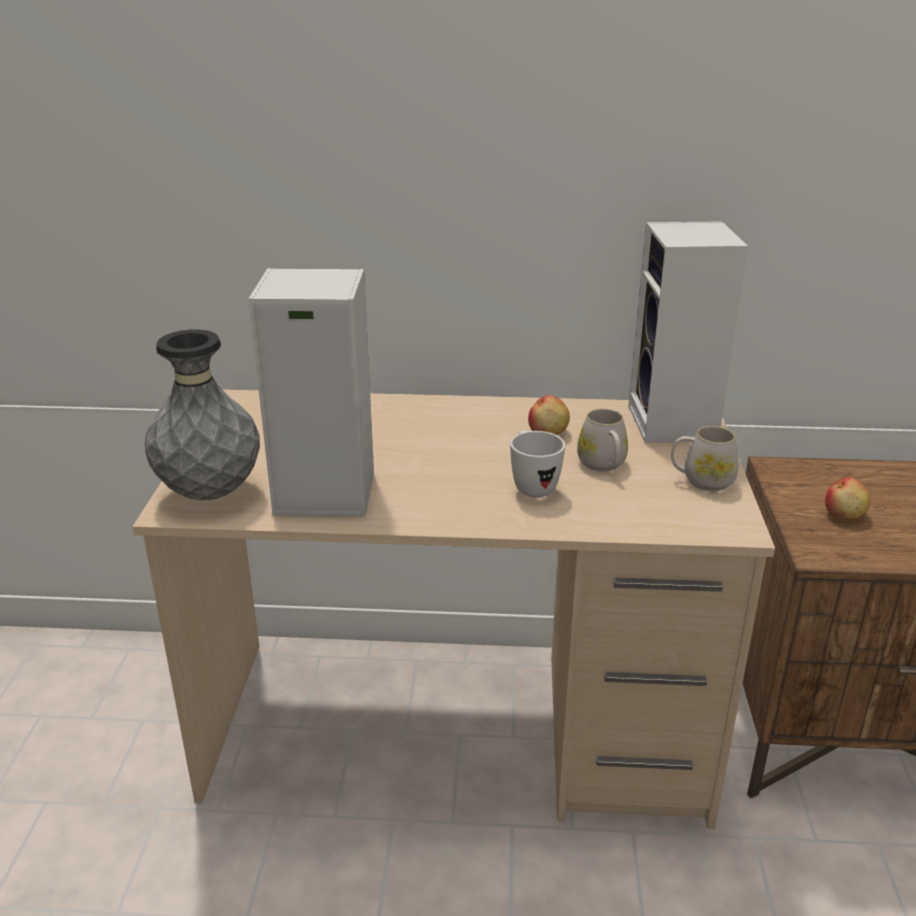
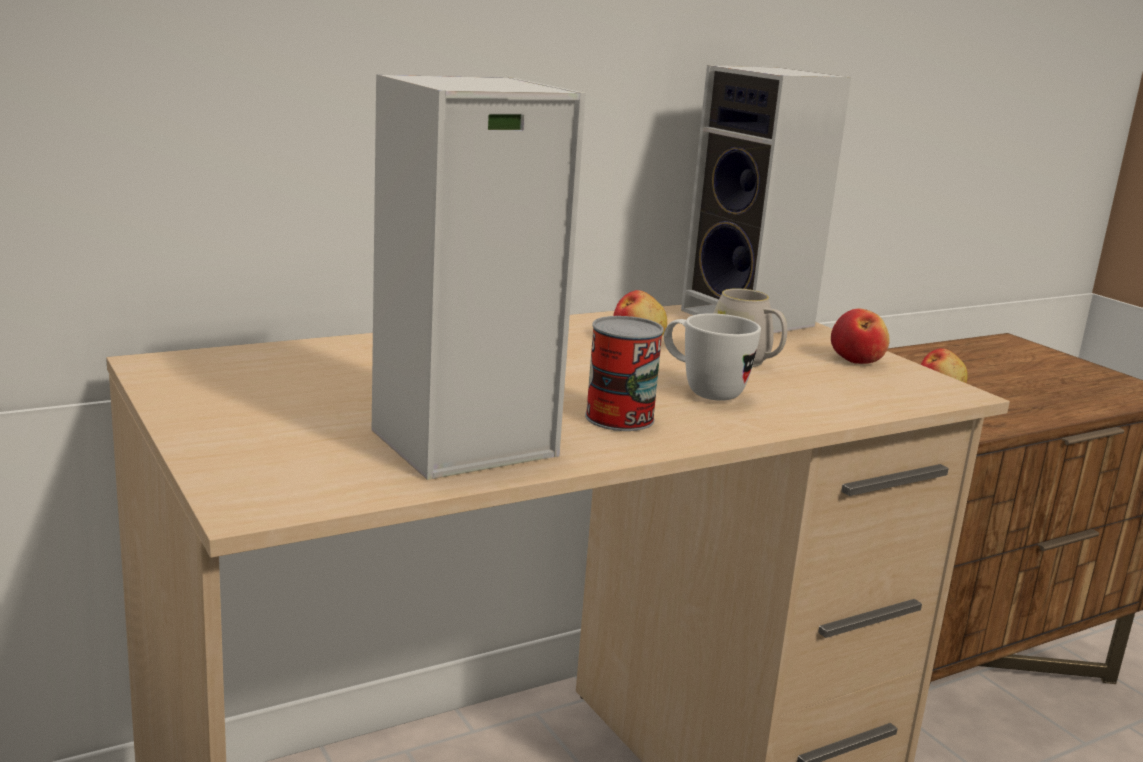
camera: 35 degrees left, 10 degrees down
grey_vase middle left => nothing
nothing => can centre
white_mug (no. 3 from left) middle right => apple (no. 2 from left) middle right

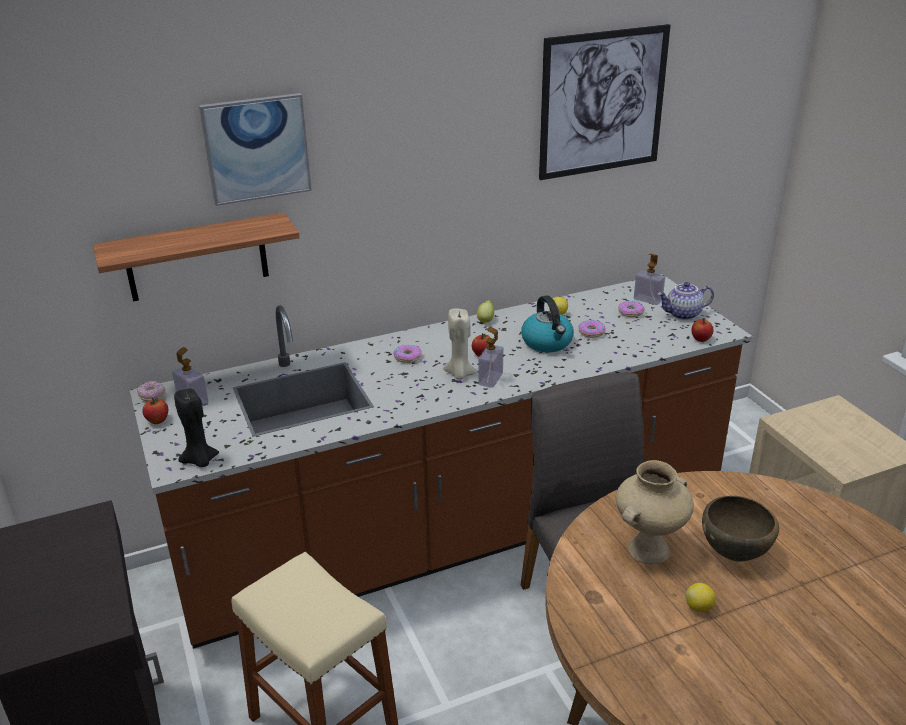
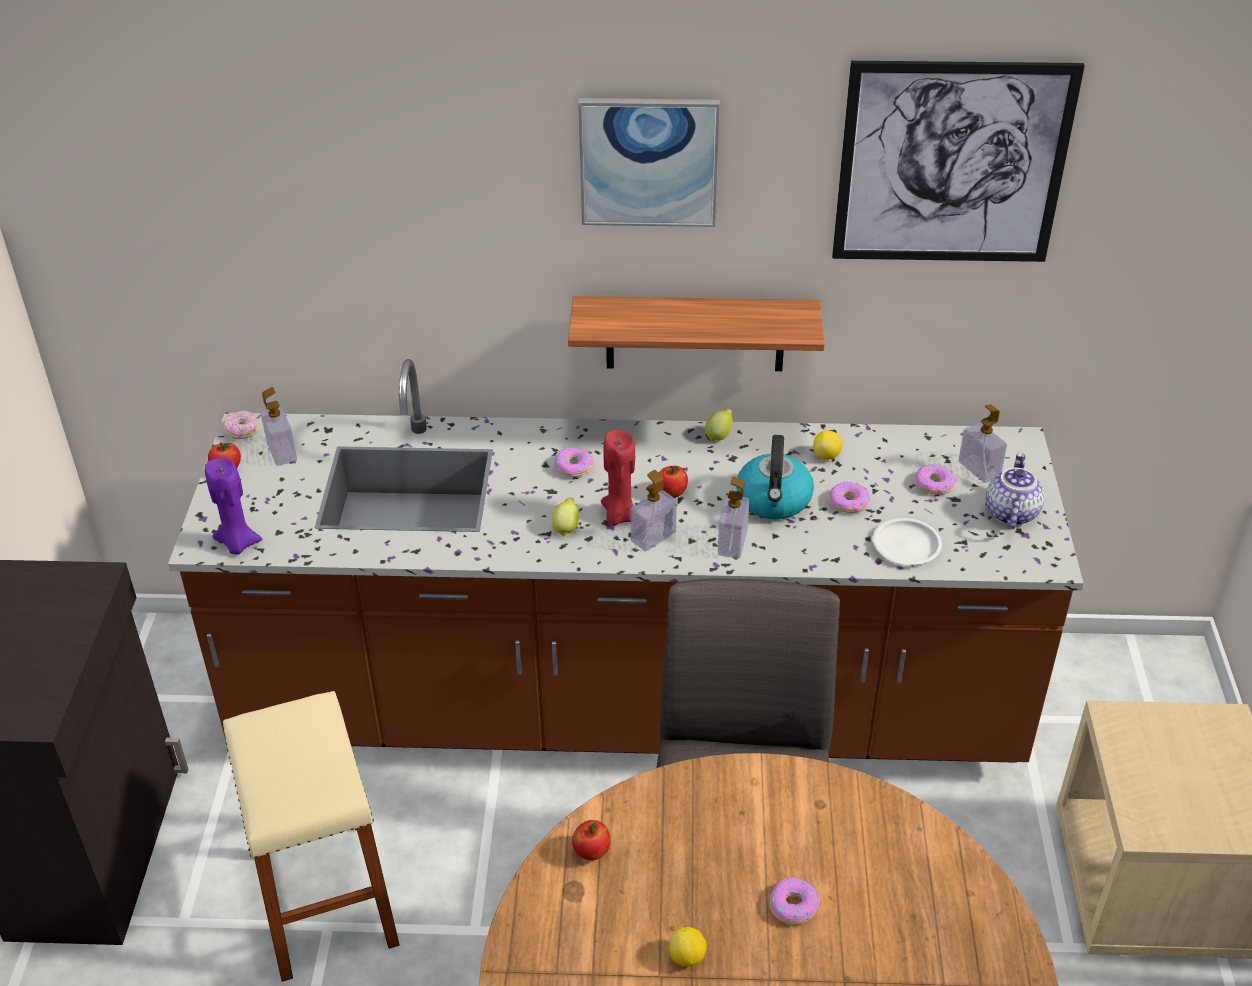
camera: 25 degrees right, 10 degrees up
beige_vase bottom right => nothing
nothing => lemon (no. 1 from left) centre
nothing => soap_dispenser (no. 3 from left) centre
nothing => white_plate middle right
shelf middle left => shelf centre, relocated
picture (no. 1 from left) top left => picture (no. 1 from left) top centre, relocated
apple (no. 3 from left in the first image) middle right => apple (no. 2 from left) bottom centre, relocated
brown_bowl bottom right => donut (no. 3 from left) bottom centre
black_candle middle left => purple_candle middle left
beige_candle centre => red_candle centre
teapot middle right, 90 degrees clockwise

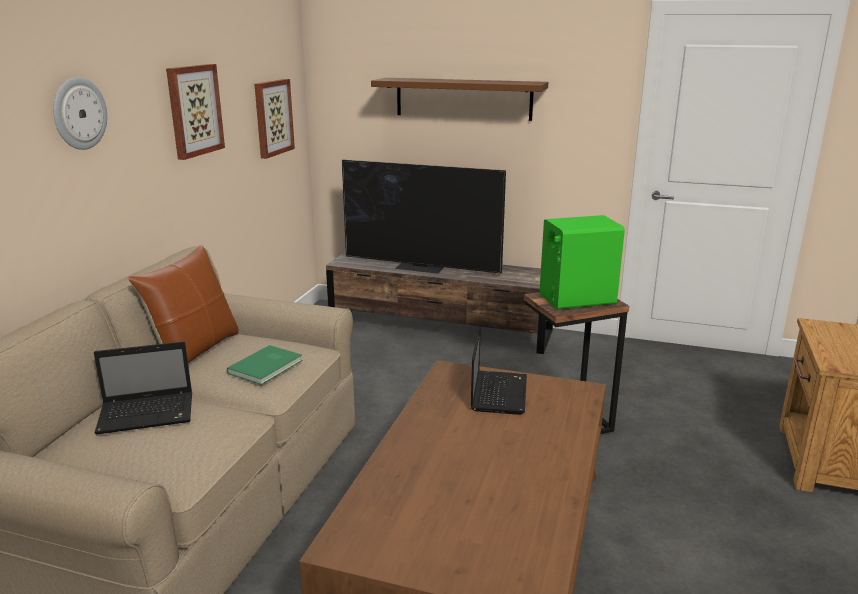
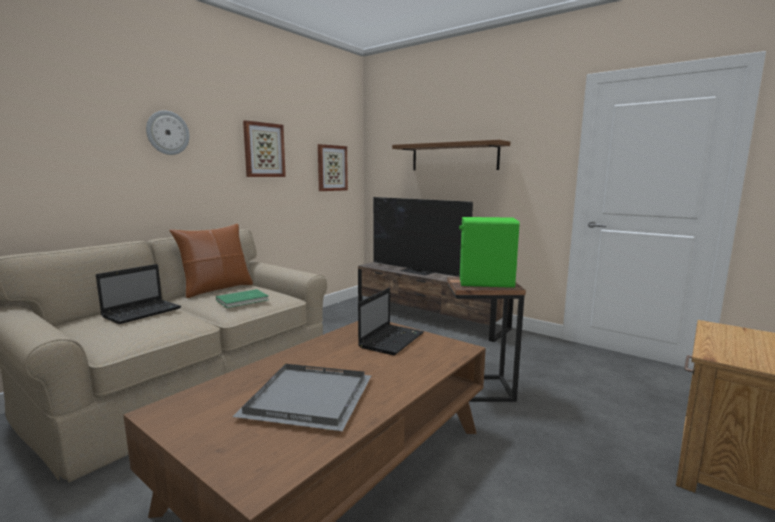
camera: 20 degrees right, 10 degrees down
nothing => grey_tray bottom centre
laptop (no. 1 from left) middle left, 60 degrees counterclockwise

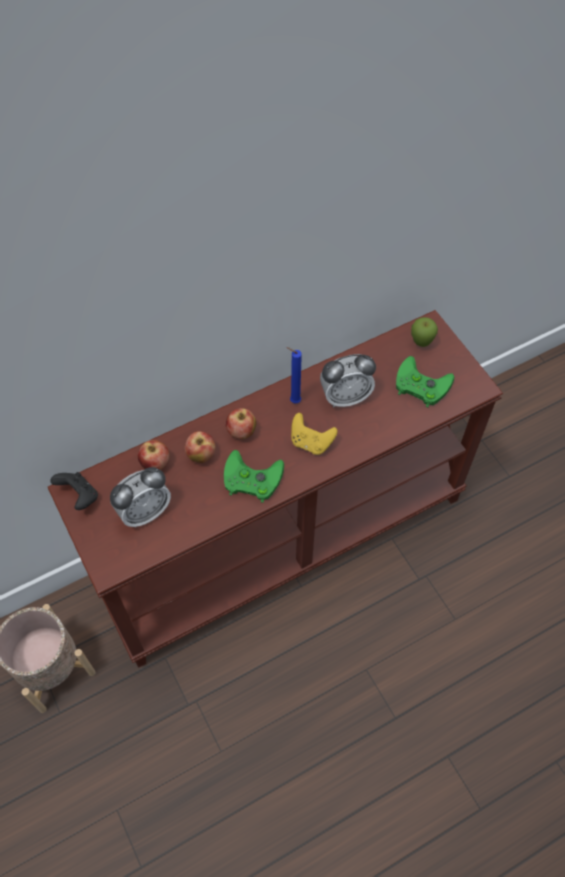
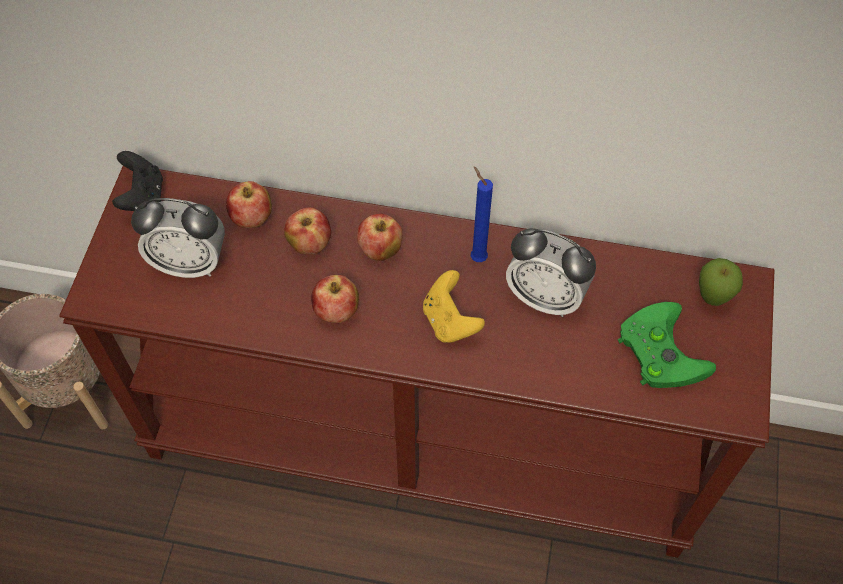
camera: 40 degrees right, 0 degrees up
green_game_controller (no. 1 from left) centre => apple (no. 3 from left) centre

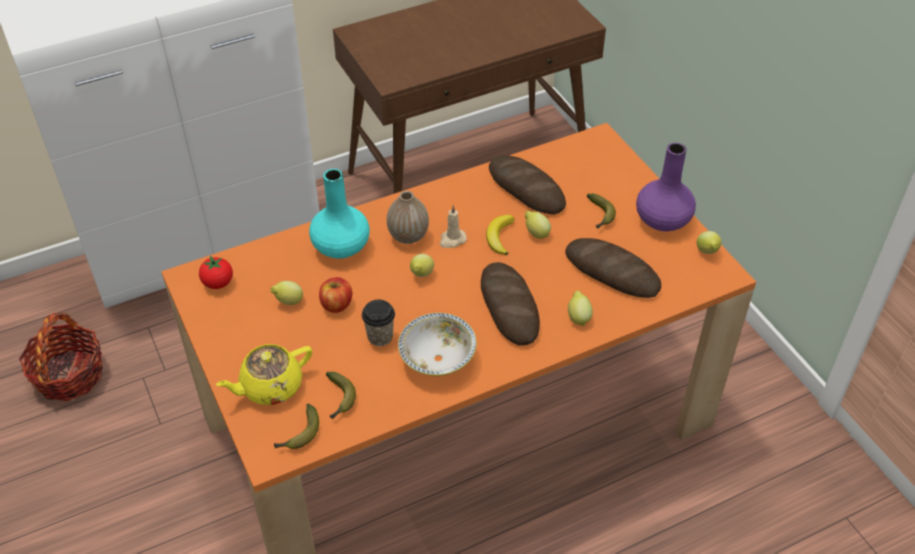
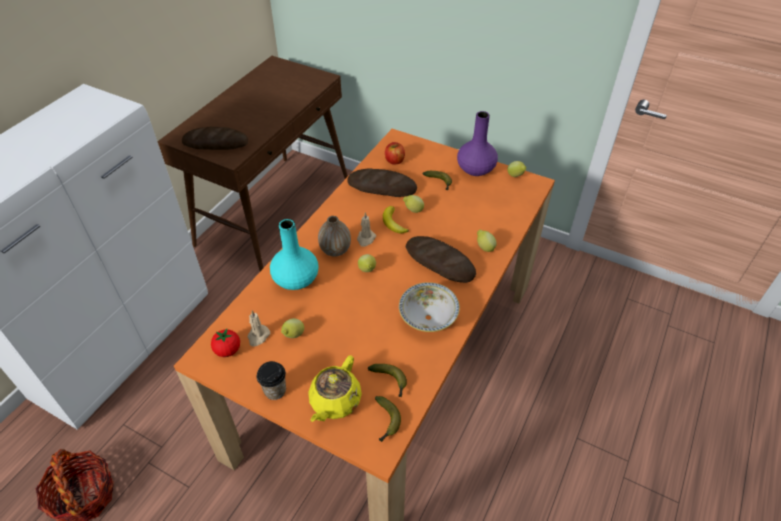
camera: 35 degrees left, 0 degrees up
nothing => beige_candle (no. 1 from left) middle left
apple centre => apple top centre, relocated
cup centre => cup bottom centre, relocated
bread (no. 3 from left in the first image) middle right => bread (no. 1 from left) top left, relocated

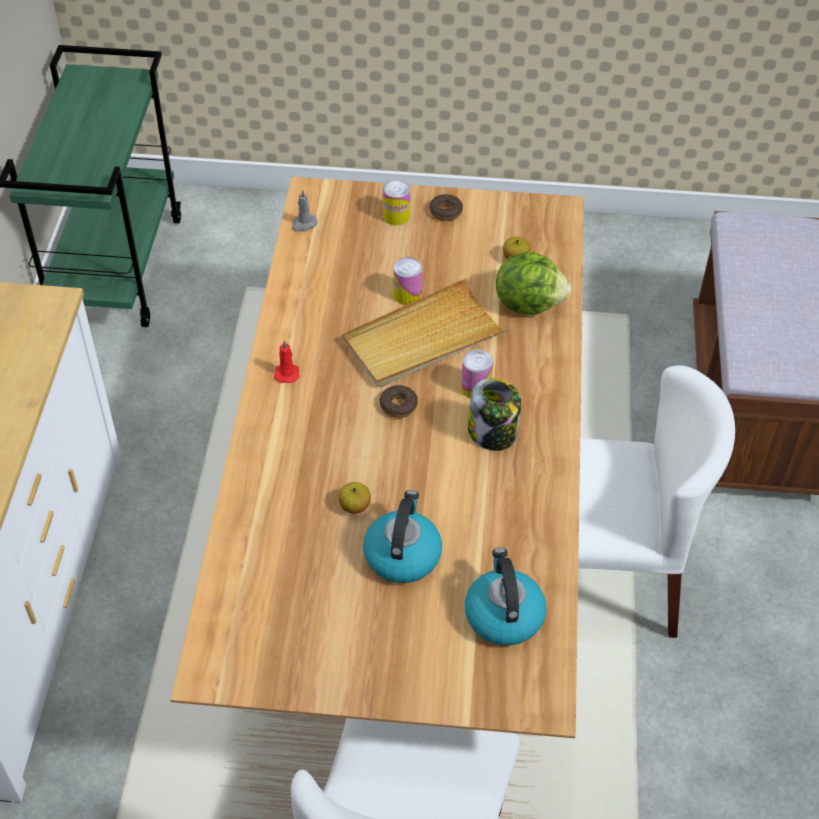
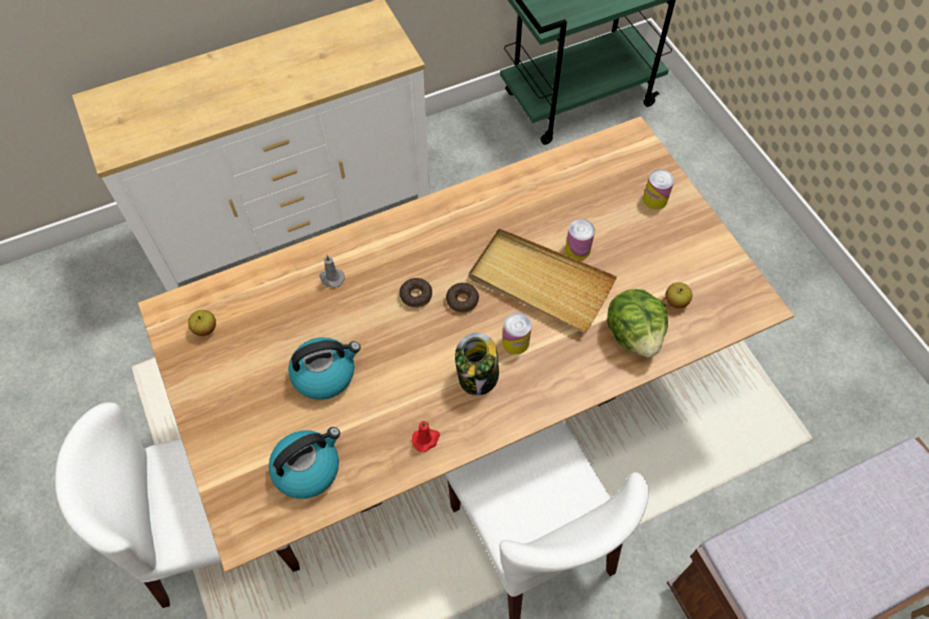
camera: 60 degrees right, 10 degrees up
red_candle centre => red_candle bottom centre, relocated
grey_candle top centre => grey_candle centre, relocated
apple (no. 1 from left) centre => apple (no. 1 from left) middle left, relocated
donut (no. 2 from left in the first image) top centre => donut (no. 1 from left) centre, relocated

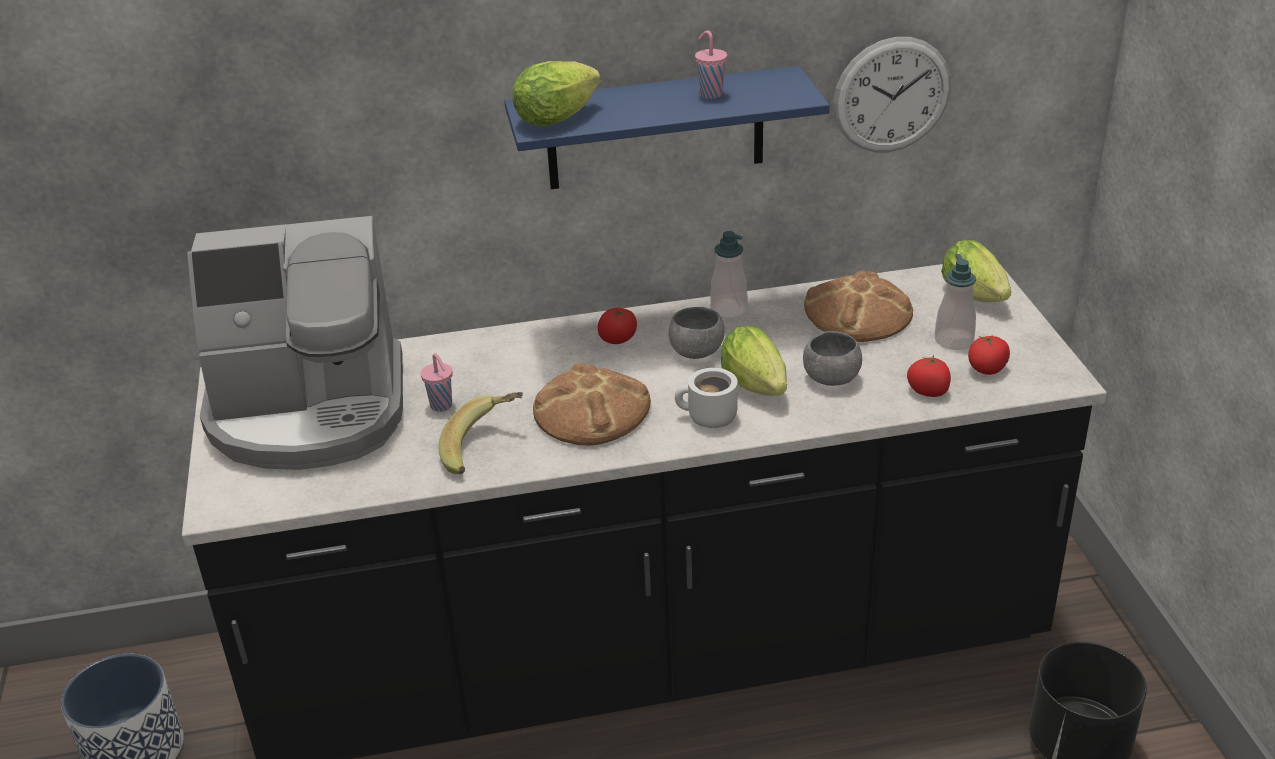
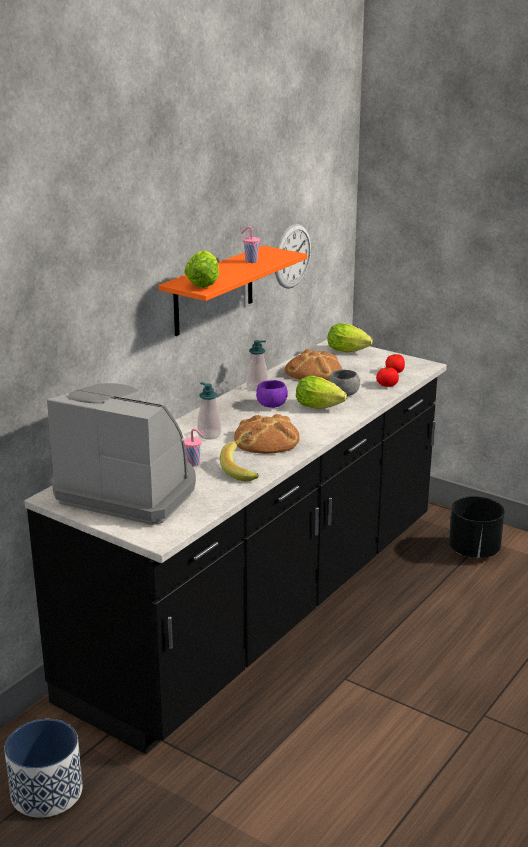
camera: 45 degrees left, 10 degrees down
tomato (no. 1 from left) centre => nothing
white_mug centre => nothing
soap_dispenser (no. 2 from left in the first image) middle right => soap_dispenser (no. 1 from left) centre, relocated
blue_shelf top centre => orange_shelf centre
grey_bowl (no. 1 from left) centre => purple_bowl centre
coffee_machine middle left, 105 degrees counterclockwise

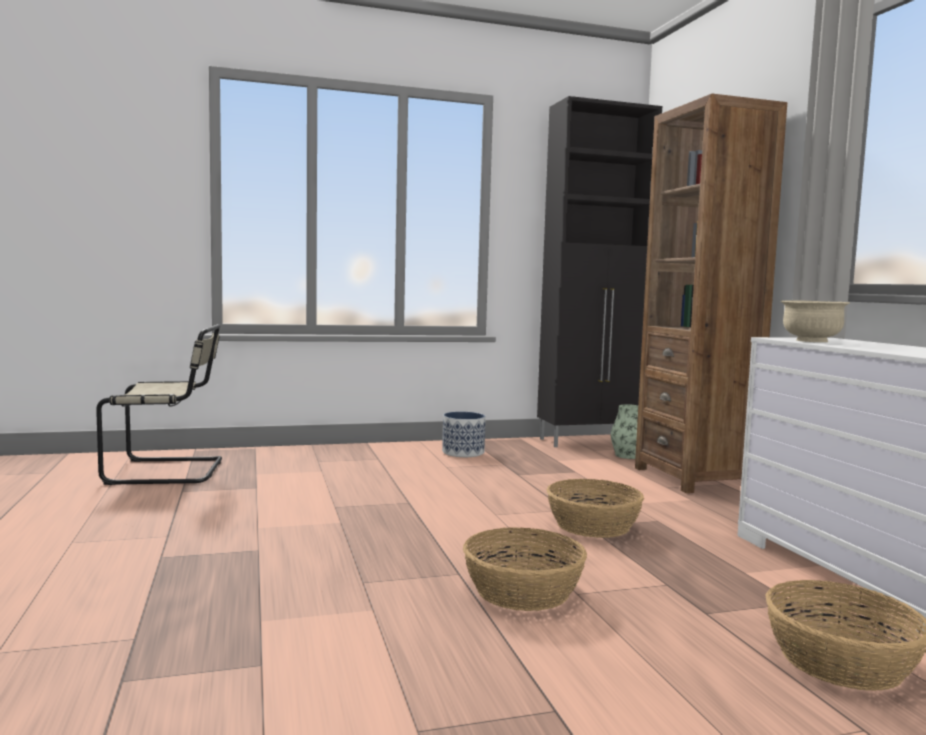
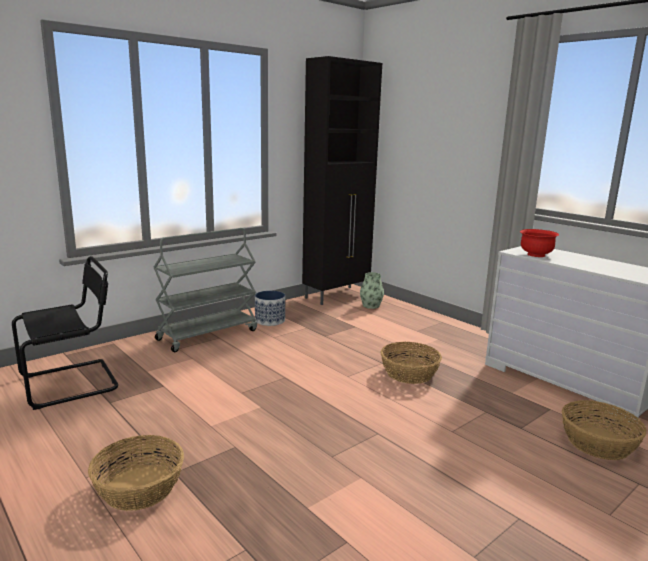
camera: 25 degrees left, 10 degrees up
brown_bookcase middle right => nothing
nothing => grey_cart middle left
basket (no. 1 from left) bottom centre => basket (no. 1 from left) bottom left, relocated
beige_chair middle left => black_chair middle left
beige_bowl middle right => red_bowl middle right

